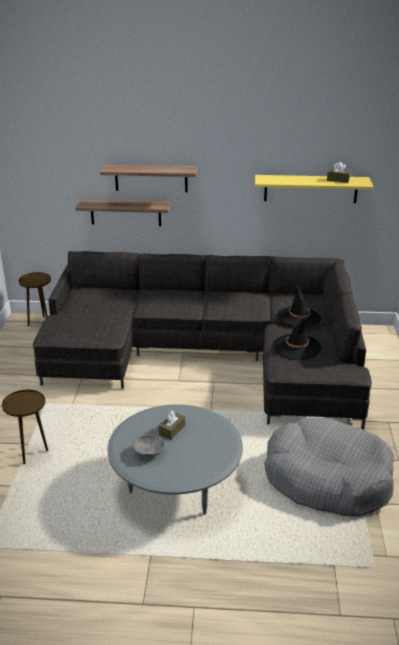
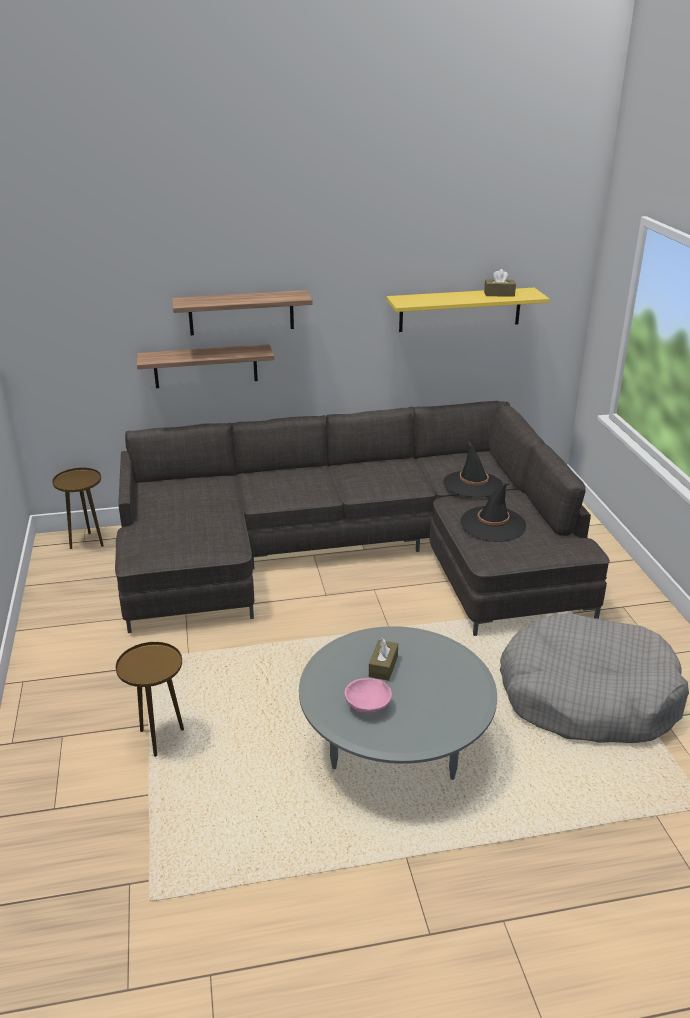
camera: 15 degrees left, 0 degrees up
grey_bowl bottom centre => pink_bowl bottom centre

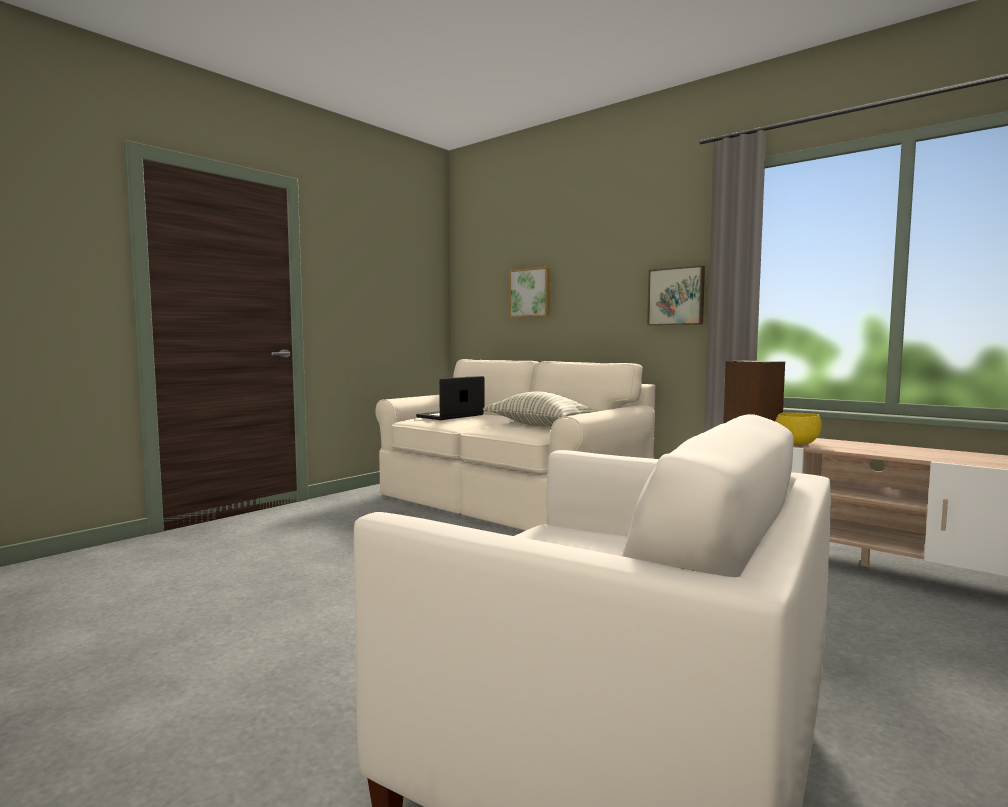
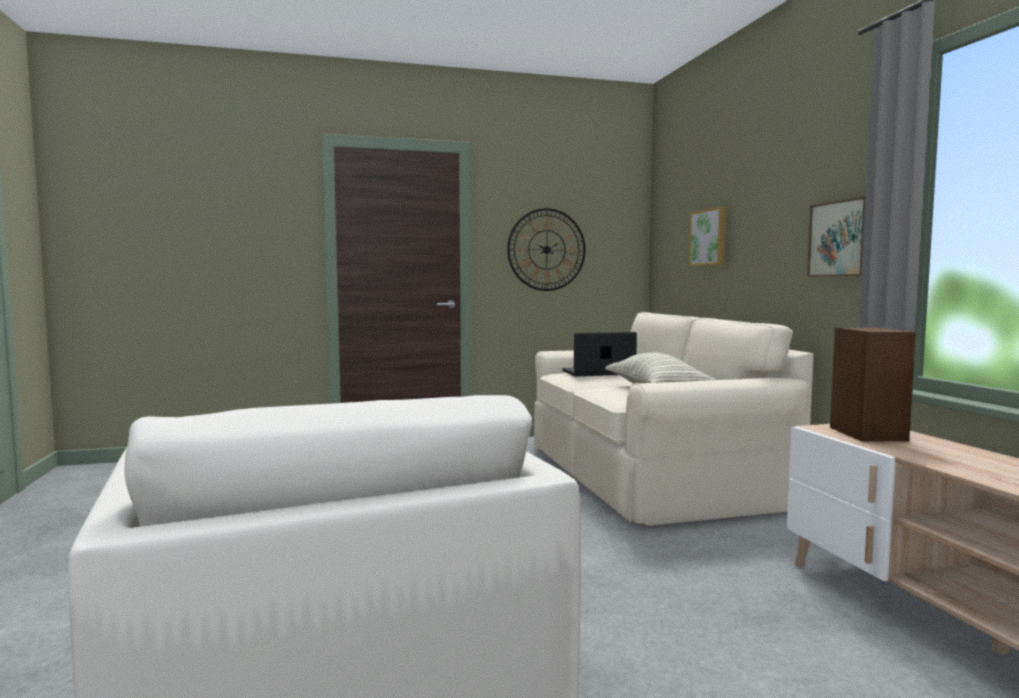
camera: 35 degrees right, 0 degrees up
yellow_bowl middle right => nothing
nothing => wall_clock centre

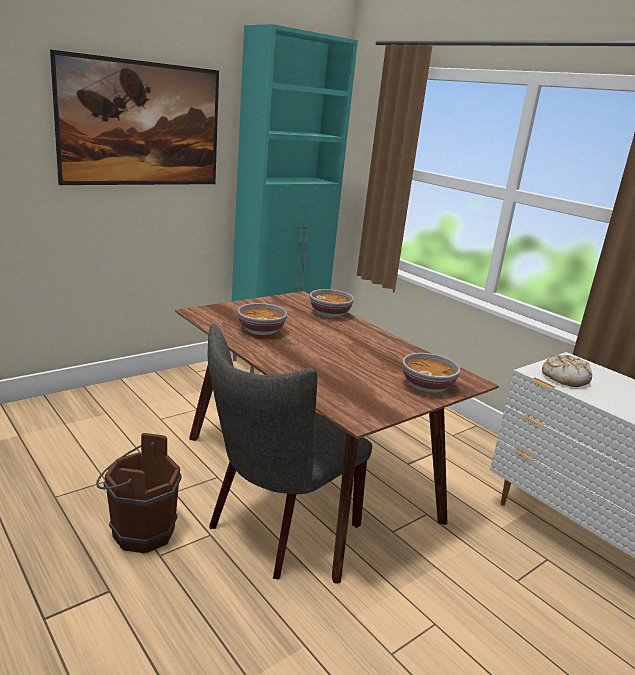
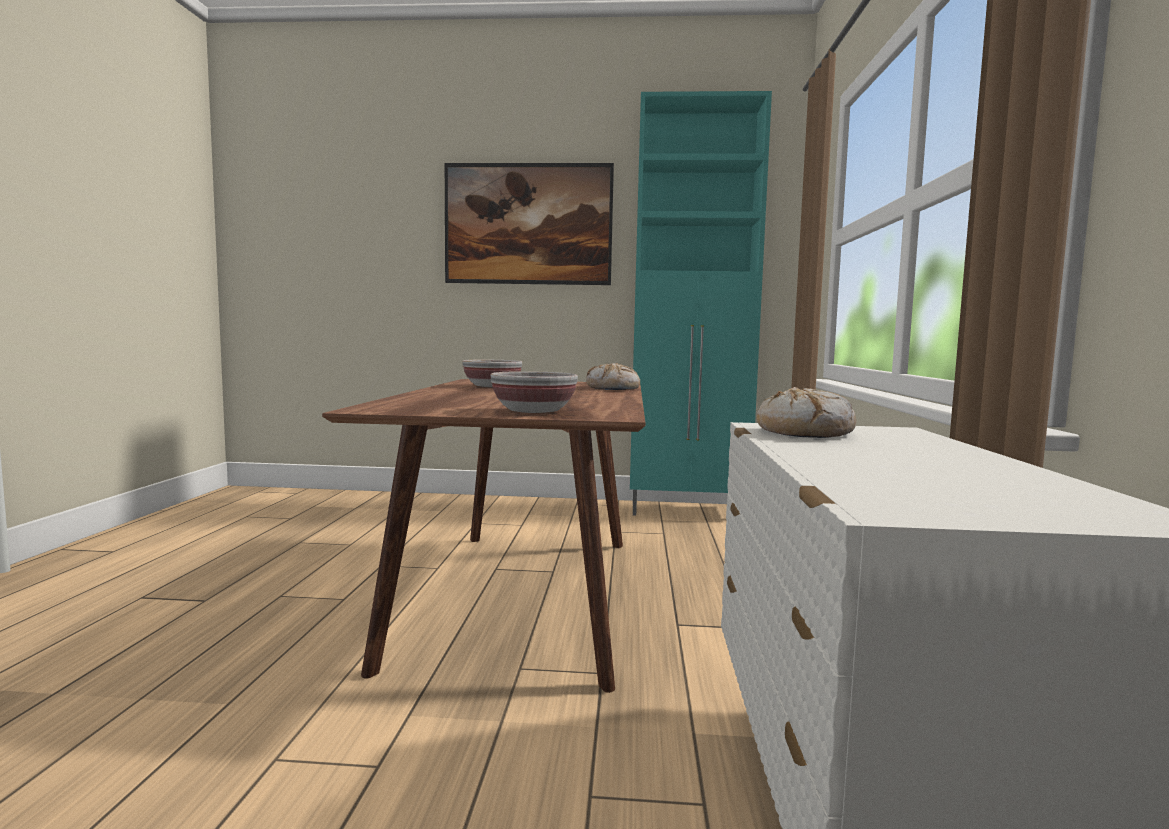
camera: 45 degrees right, 15 degrees down
brown_bucket bottom left => nothing
grey_chair bottom centre => nothing
bowl (no. 2 from left) centre => bread (no. 1 from left) centre

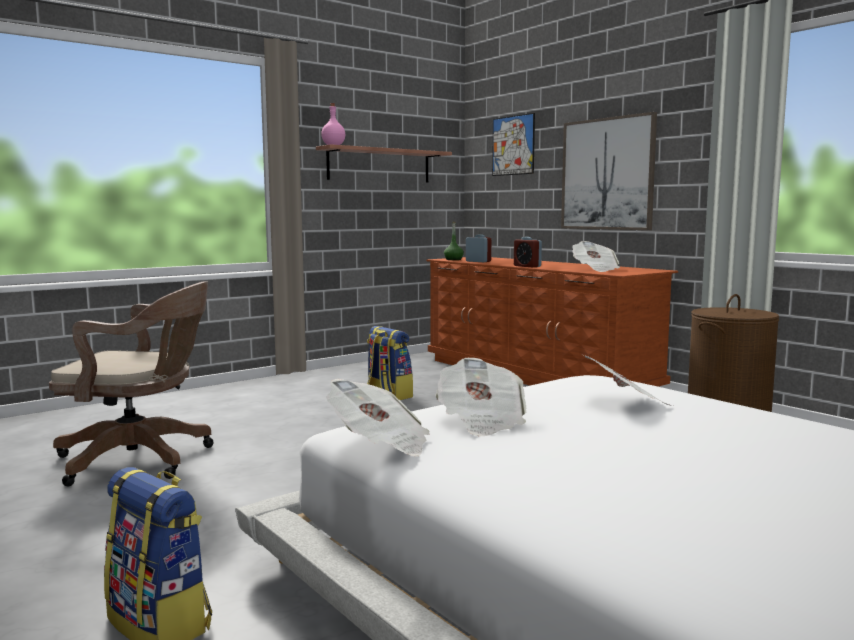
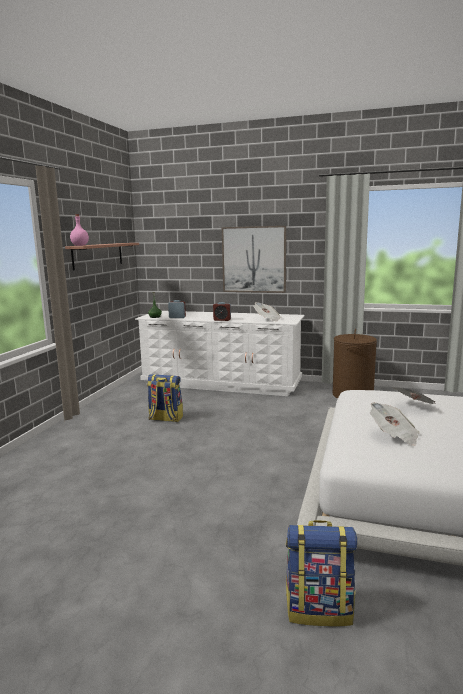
camera: 35 degrees left, 5 degrees up
brown_office_chair middle left => nothing
newspaper (no. 1 from left) centre => nothing
picture (no. 1 from left) top centre => nothing
brown_dresser centre => white_dresser centre

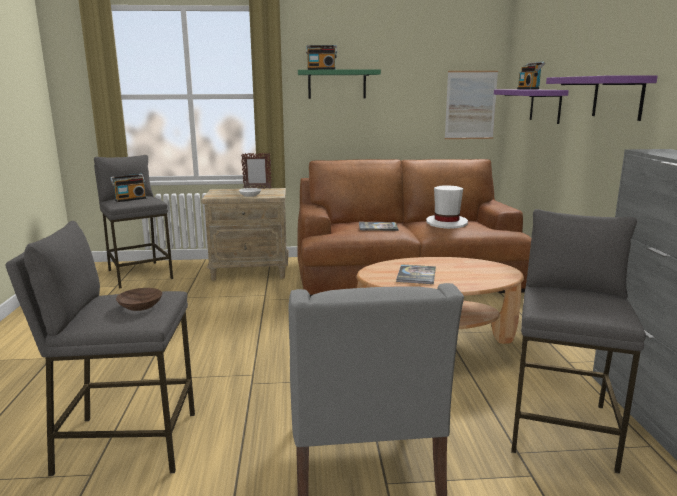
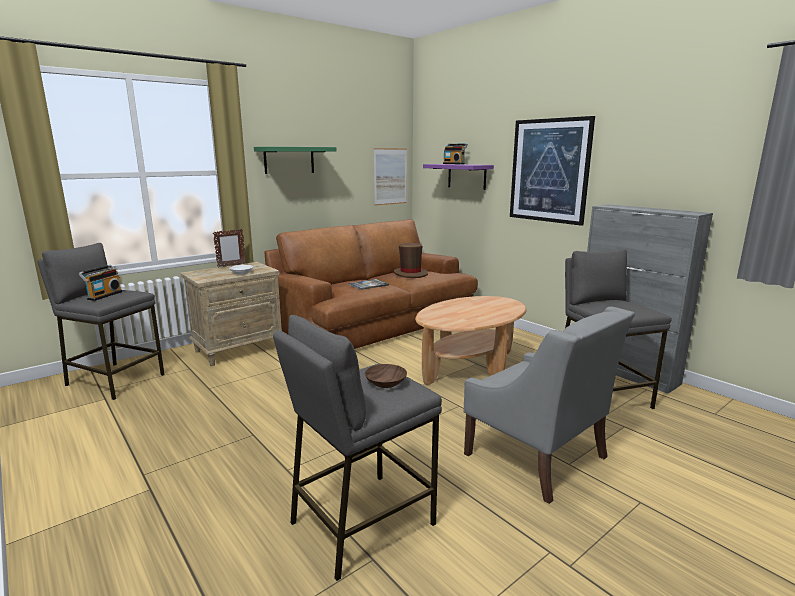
camera: 35 degrees left, 0 degrees up
radio (no. 2 from left) top centre => nothing
book (no. 2 from left) centre => nothing
purple_shelf (no. 2 from left) top right => picture (no. 2 from left) top right
white_hat centre => brown_hat centre

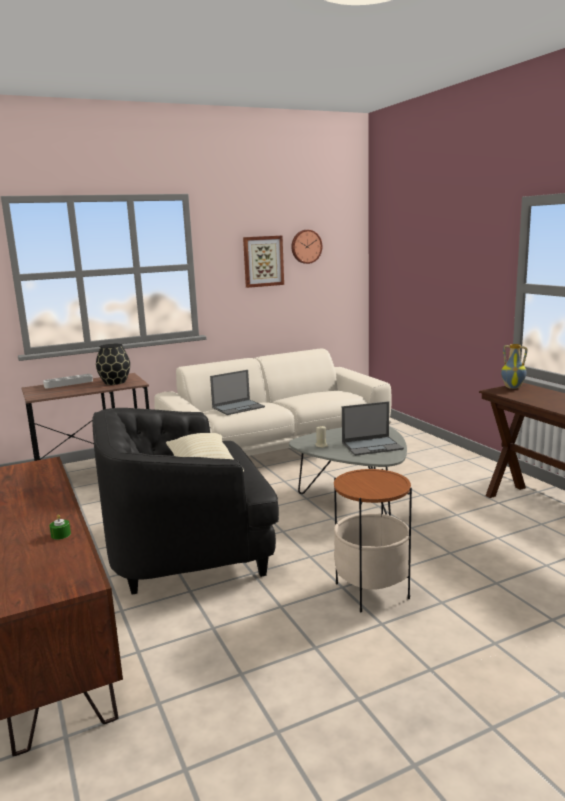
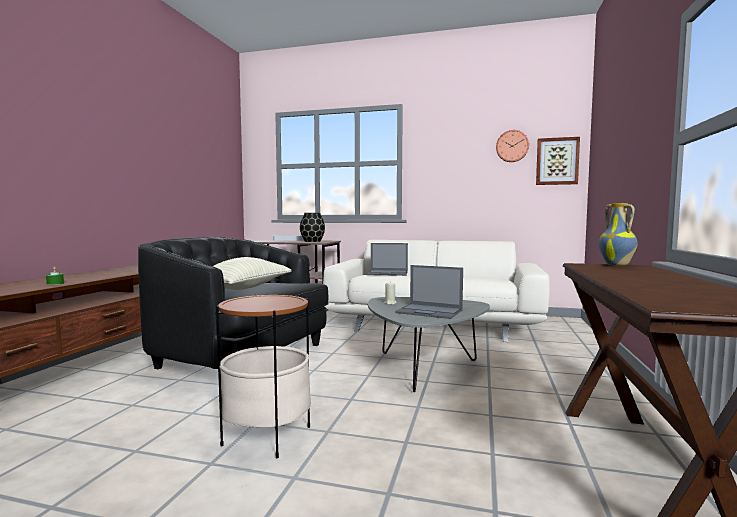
camera: 40 degrees right, 10 degrees down
picture top centre => picture top right, relocated

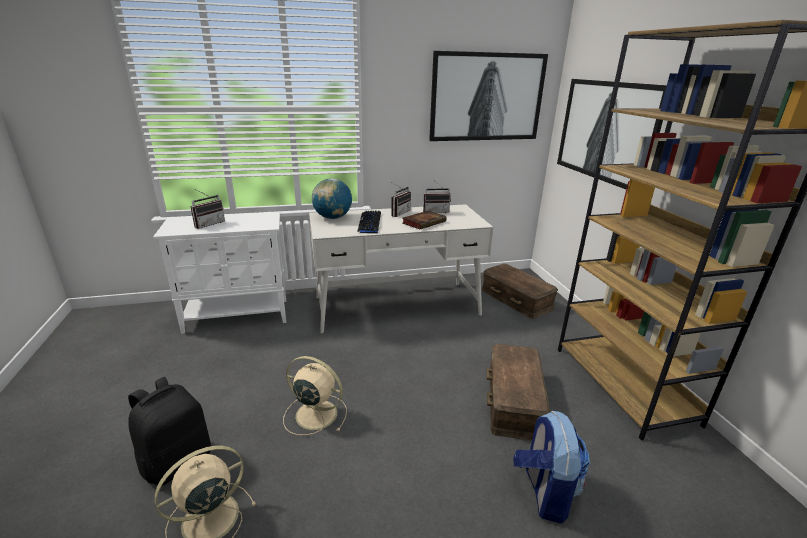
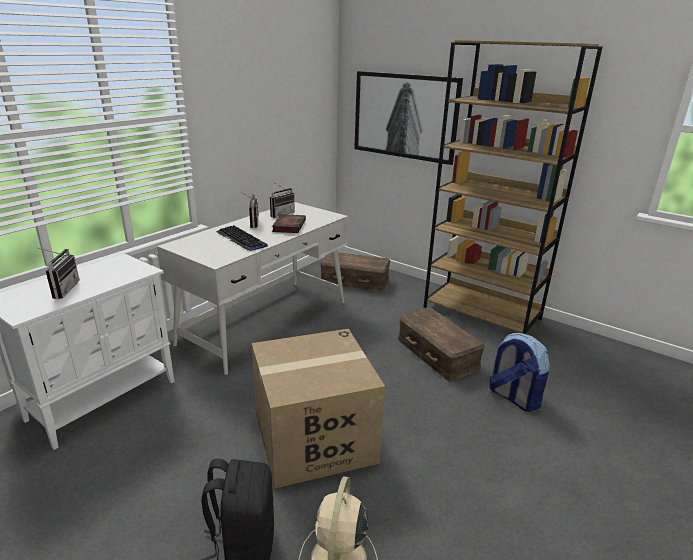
camera: 40 degrees left, 0 degrees up
globe centre => nothing
picture (no. 1 from left) top centre => nothing
beige_fan (no. 2 from left) bottom centre => cardboard_box bottom centre

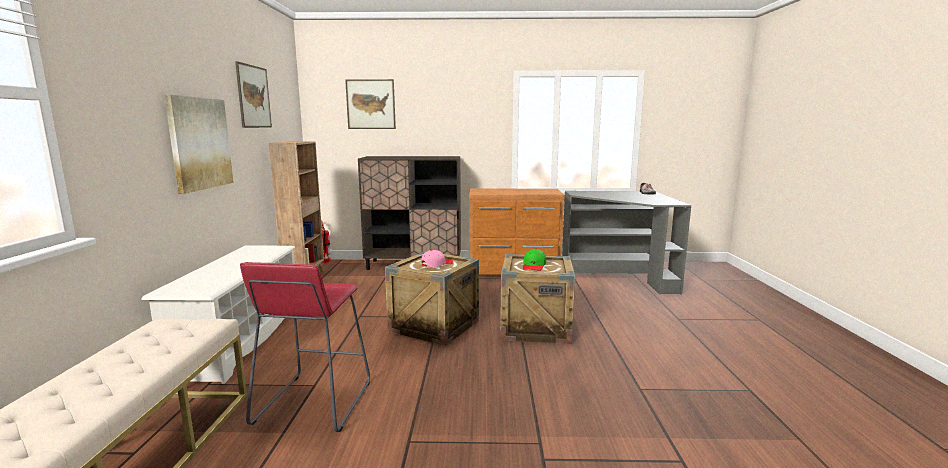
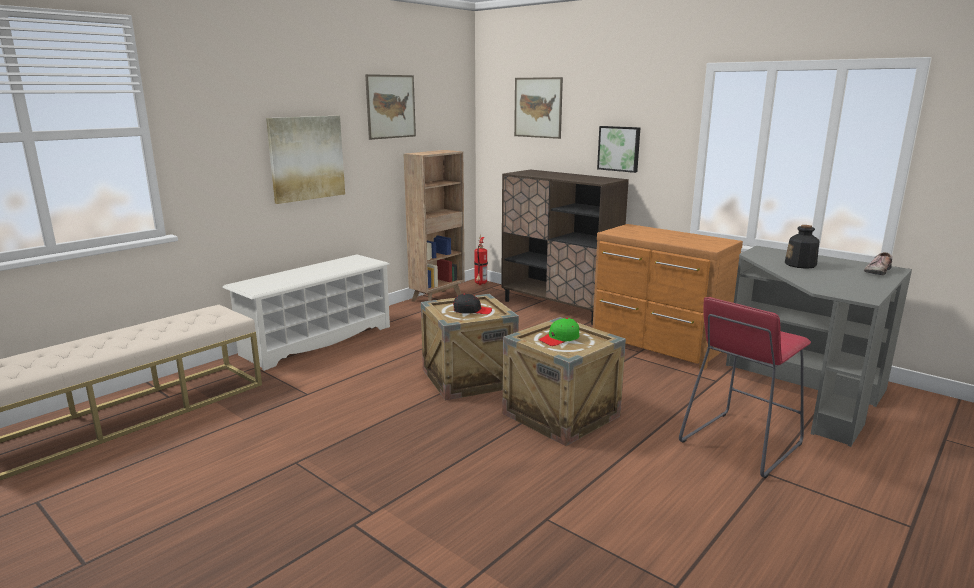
camera: 40 degrees right, 5 degrees up
nothing => picture (no. 4 from left) top centre
nothing => bottle middle right
red_stool bottom left => red_stool middle right, relocated
pink_cap centre => black_cap centre

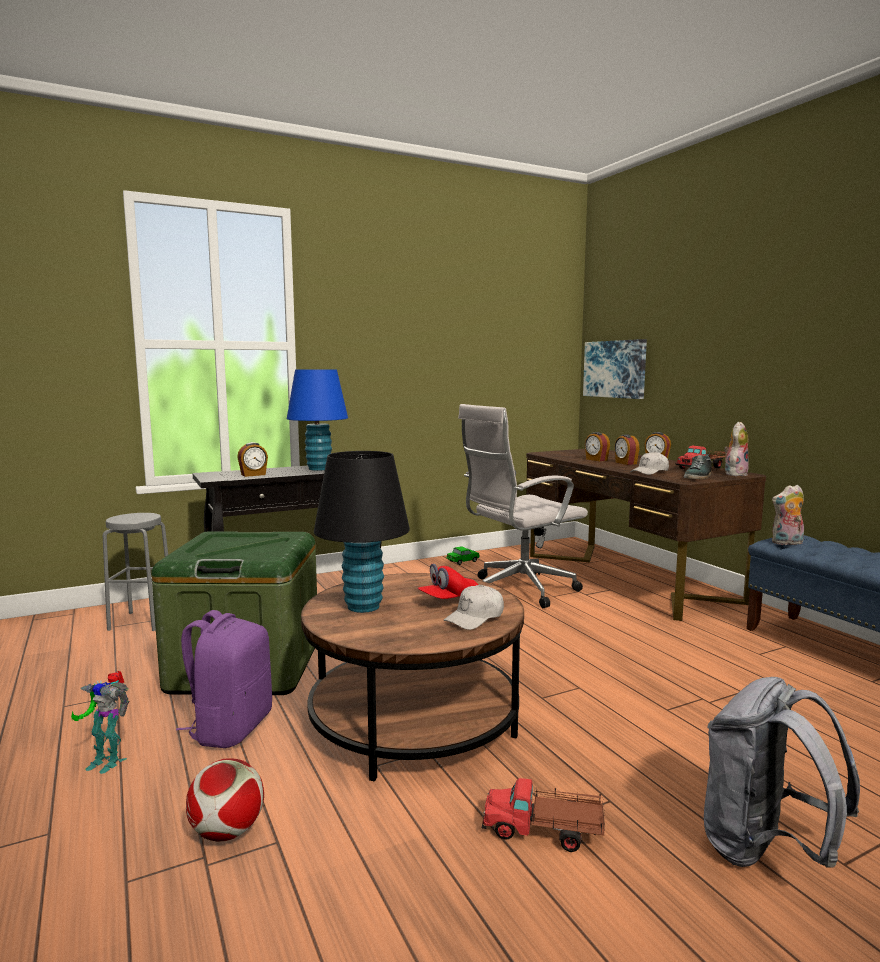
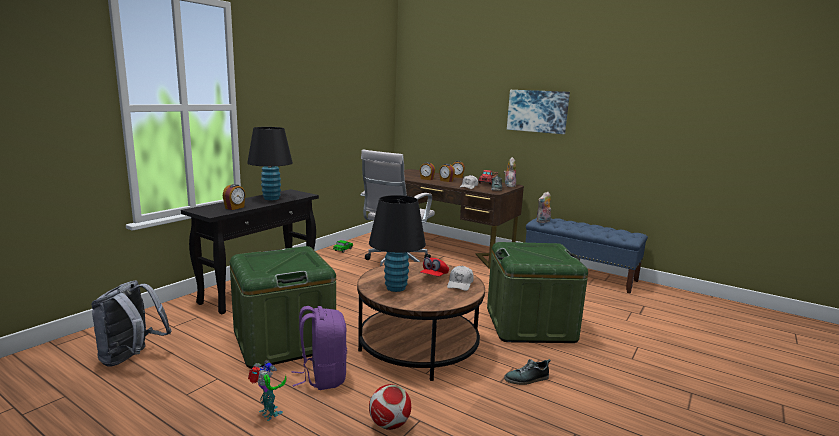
camera: 30 degrees left, 5 degrees up
grey_stool middle left => nothing
nothing => green_storage_box (no. 2 from left) bottom centre
picture middle right => picture top centre, relocated
grey_backpack bottom right => grey_backpack bottom left, relocated
toy_truck (no. 1 from left) bottom centre => shoe (no. 2 from left) bottom centre
blue_table_lamp centre => black_table_lamp (no. 1 from left) middle left
toy_robot bottom left, 120 degrees counterclockwise

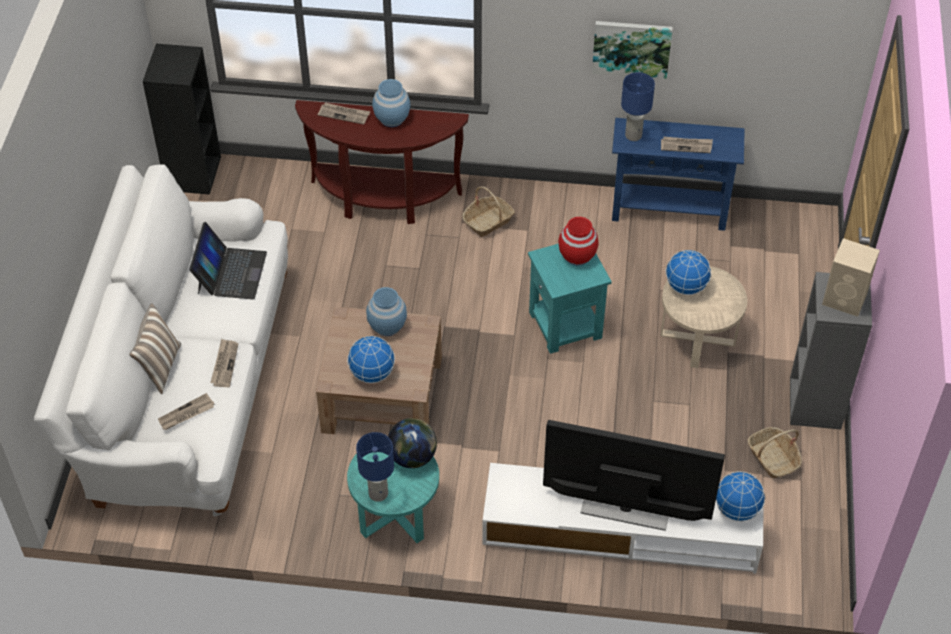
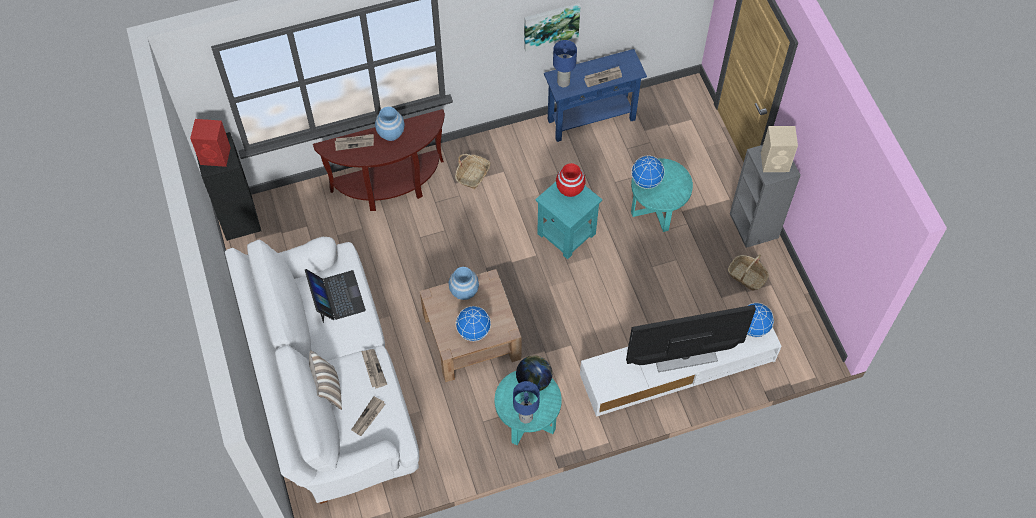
camera: 25 degrees left, 10 degrees up
nothing => red_speaker top left
beige_side_table middle right => turquoise_side_table (no. 3 from left) centre

